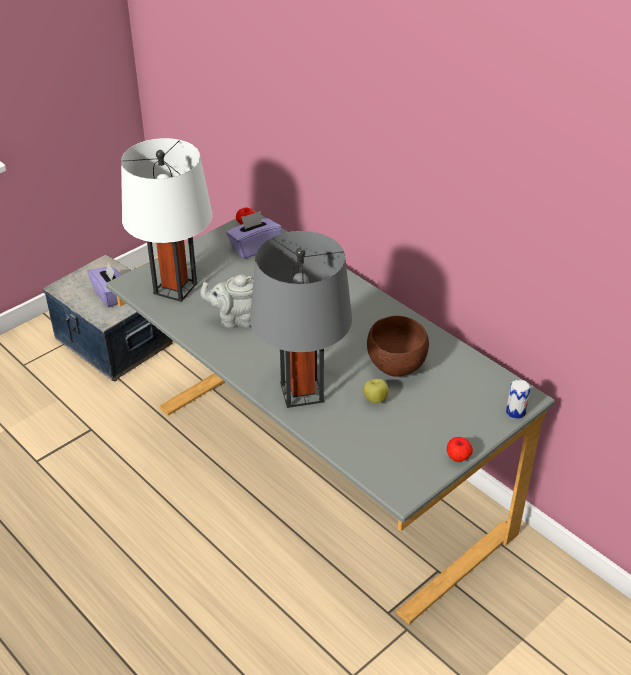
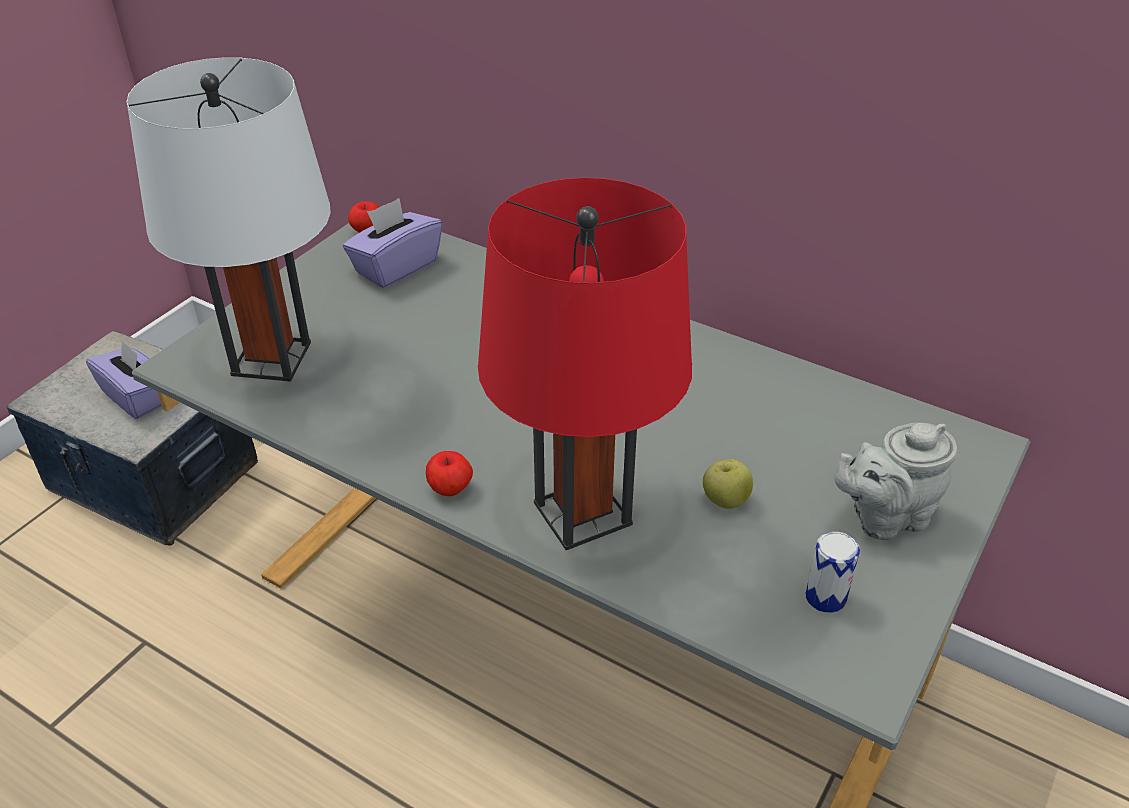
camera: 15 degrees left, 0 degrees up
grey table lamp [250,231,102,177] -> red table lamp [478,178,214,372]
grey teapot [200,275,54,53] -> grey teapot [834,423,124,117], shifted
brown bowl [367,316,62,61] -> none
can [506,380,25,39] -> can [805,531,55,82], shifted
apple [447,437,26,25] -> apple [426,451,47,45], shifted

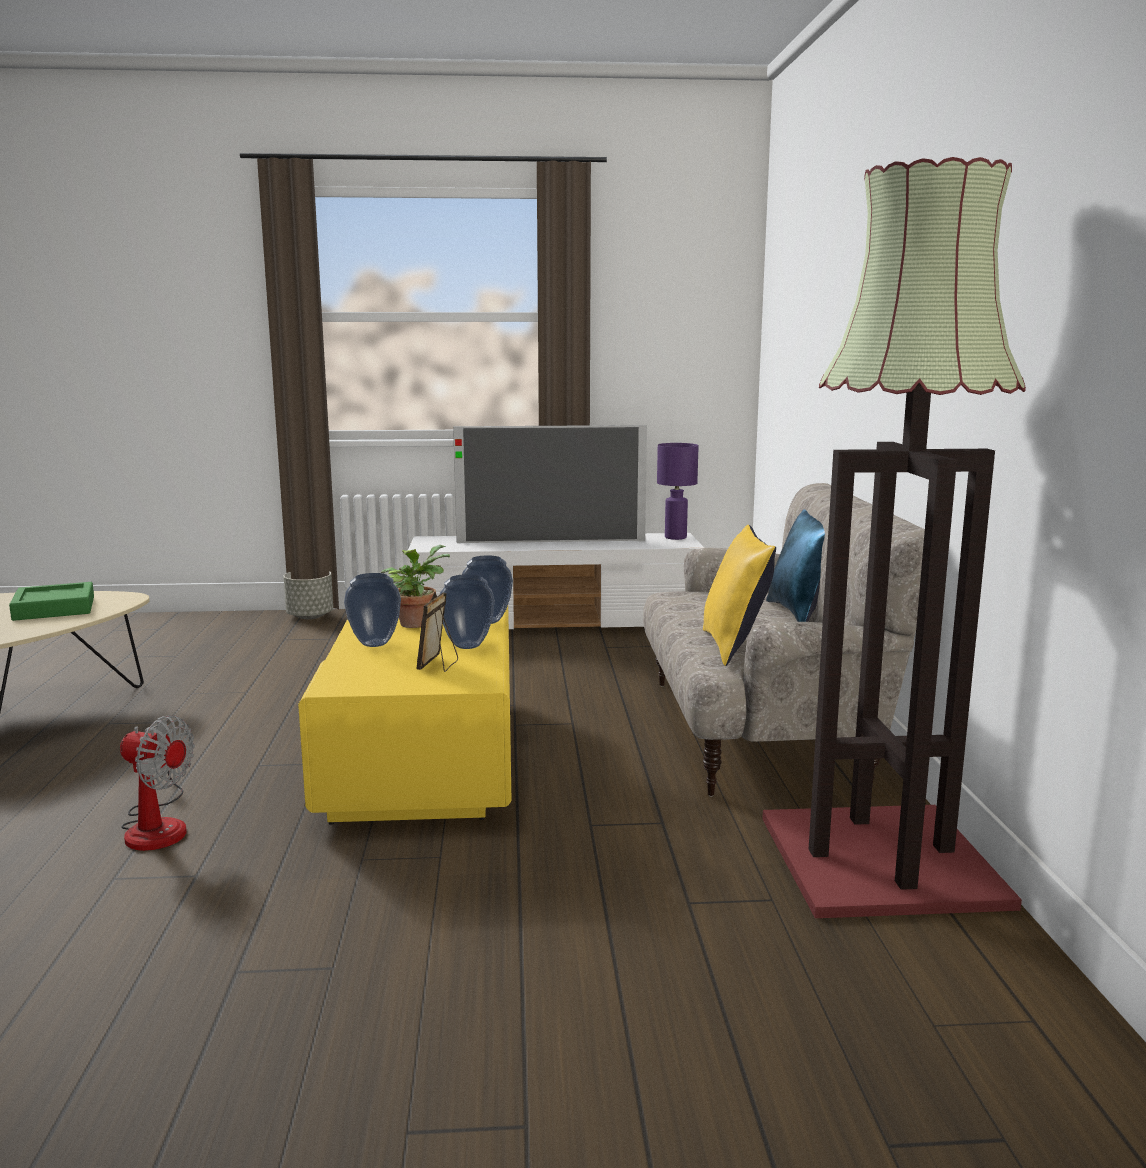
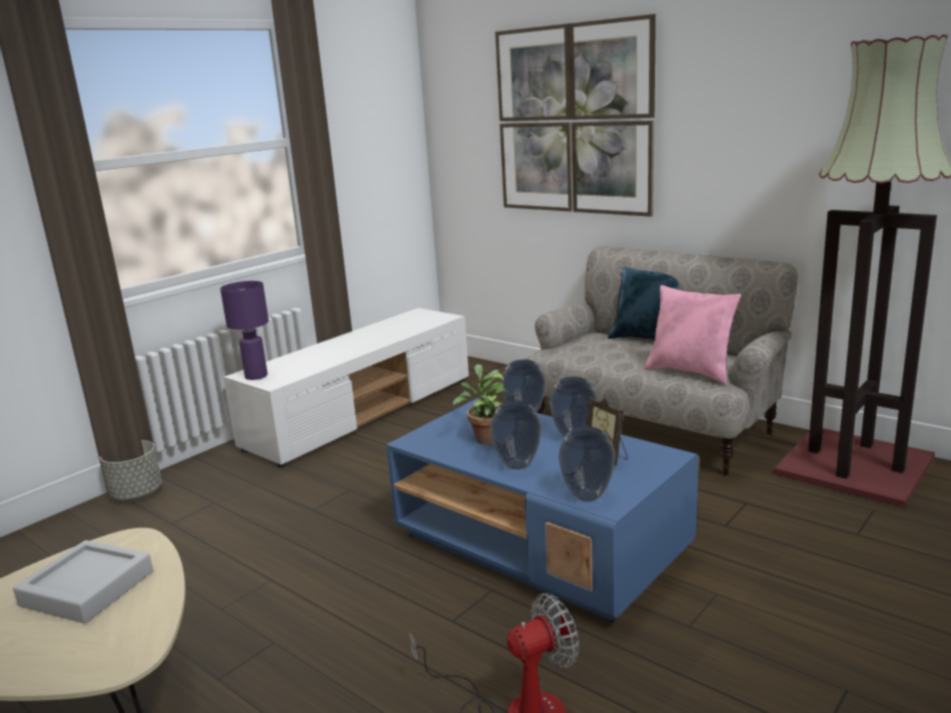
camera: 45 degrees left, 5 degrees up
television [453,425,194,118] -> none
purple table lamp [657,443,42,97] -> purple table lamp [220,281,49,99], shifted
yellow pillow [703,525,73,141] -> pink pillow [644,285,97,99]
green tray [9,582,85,39] -> grey tray [13,540,140,83]
yellow coffee table [298,606,214,219] -> blue coffee table [386,398,313,224]
none -> picture [495,14,161,203]
none -> vase [558,426,57,75]

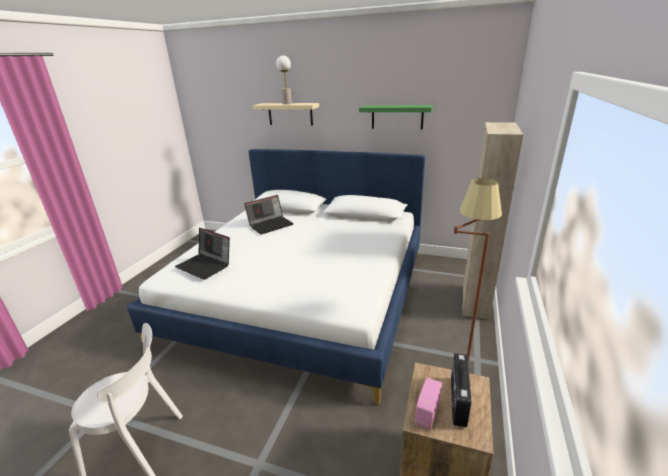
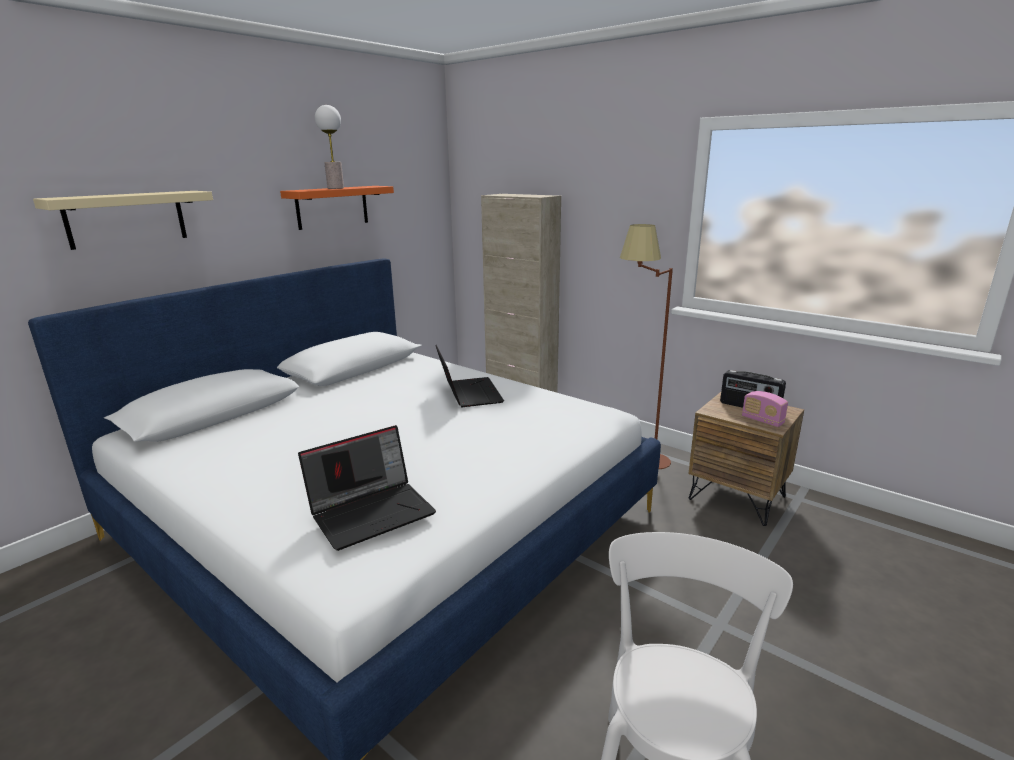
camera: 70 degrees left, 5 degrees down
table lamp [276,56,16,48] -> table lamp [315,105,29,84], shifted
green shelf [359,105,74,25] -> orange shelf [280,186,114,44]
laptop [244,195,50,39] -> laptop [435,345,69,62], shifted

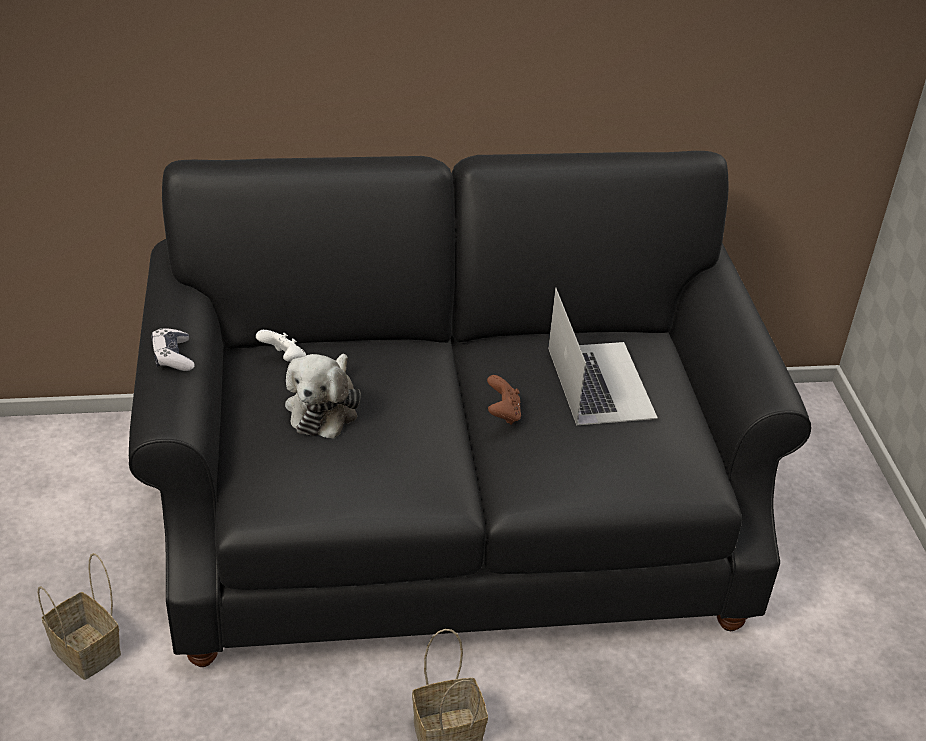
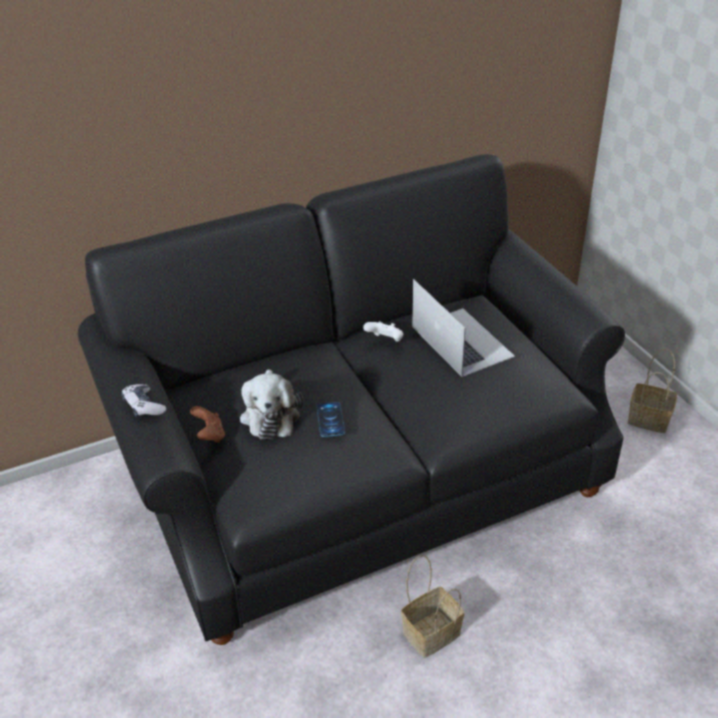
camera: 15 degrees left, 0 degrees up
white game controller [256,330,50,32] -> white game controller [363,321,40,21], shifted
brown game controller [487,375,34,50] -> brown game controller [190,406,35,37], shifted
basket [38,553,83,127] -> basket [628,349,49,84], shifted
none -> phone [317,402,28,35]

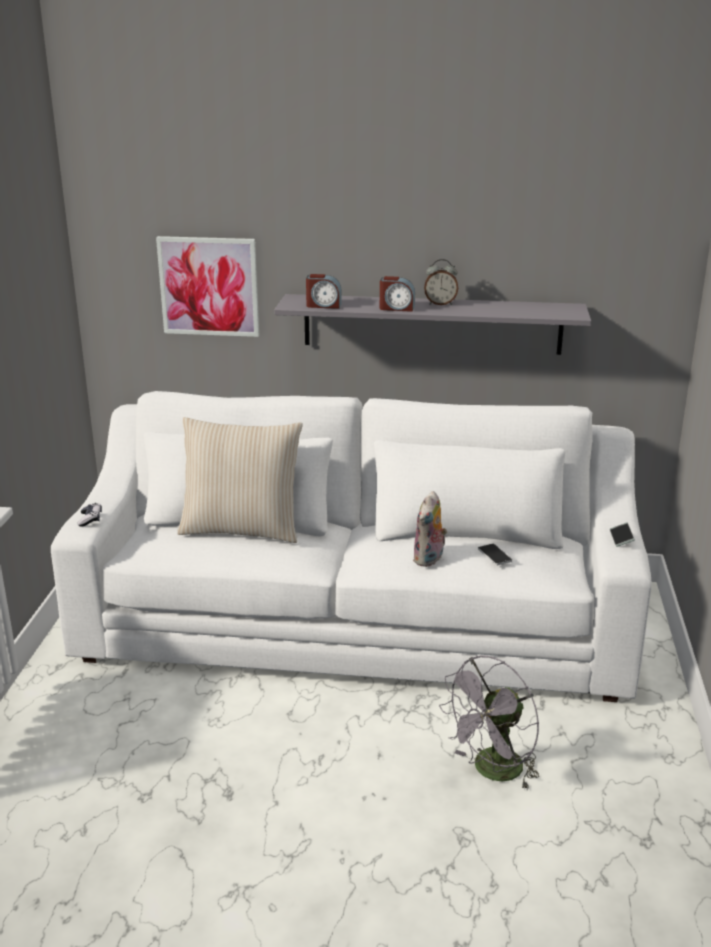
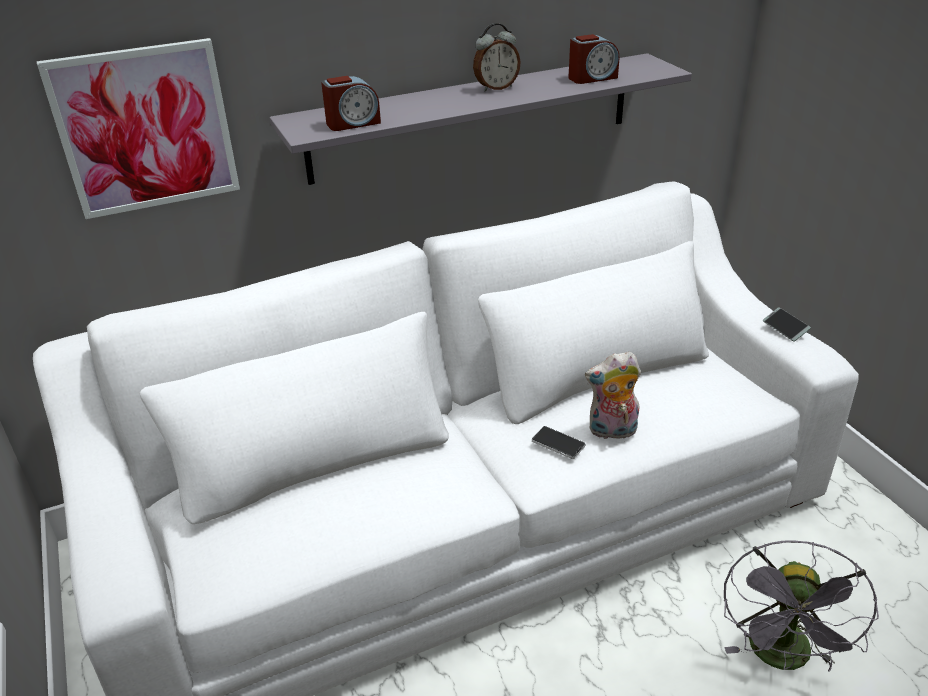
camera: 30 degrees left, 10 degrees up
alarm clock [380,276,35,36] -> alarm clock [568,34,51,50], shifted
beige pillow [177,417,126,126] -> none
plush toy [413,491,34,76] -> plush toy [585,351,56,88], 90 degrees clockwise
game controller [77,503,25,24] -> none
phone [478,544,34,22] -> phone [532,426,53,33], shifted

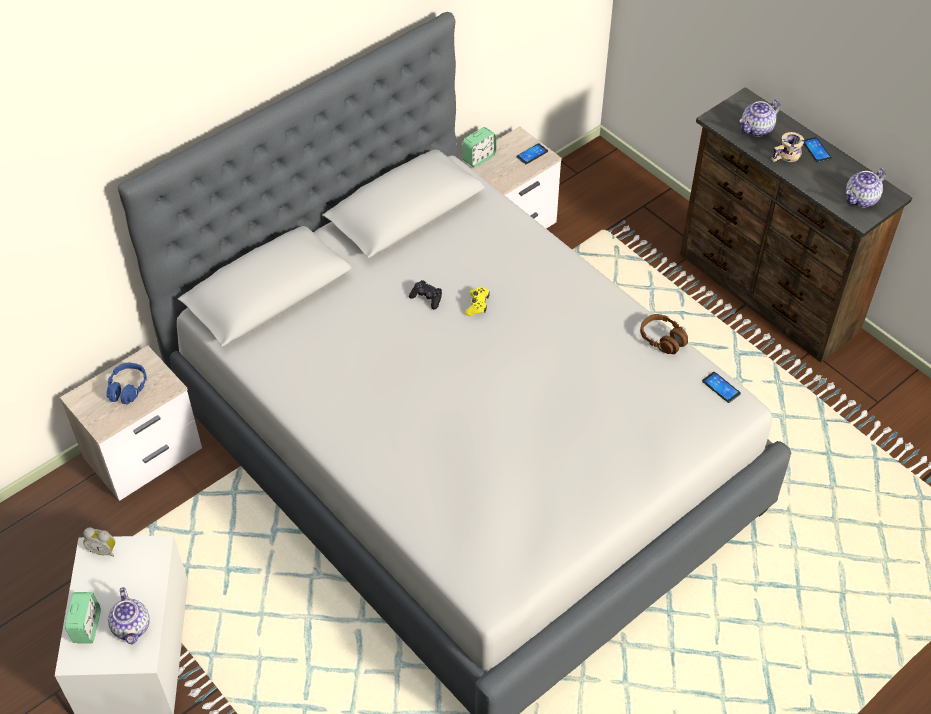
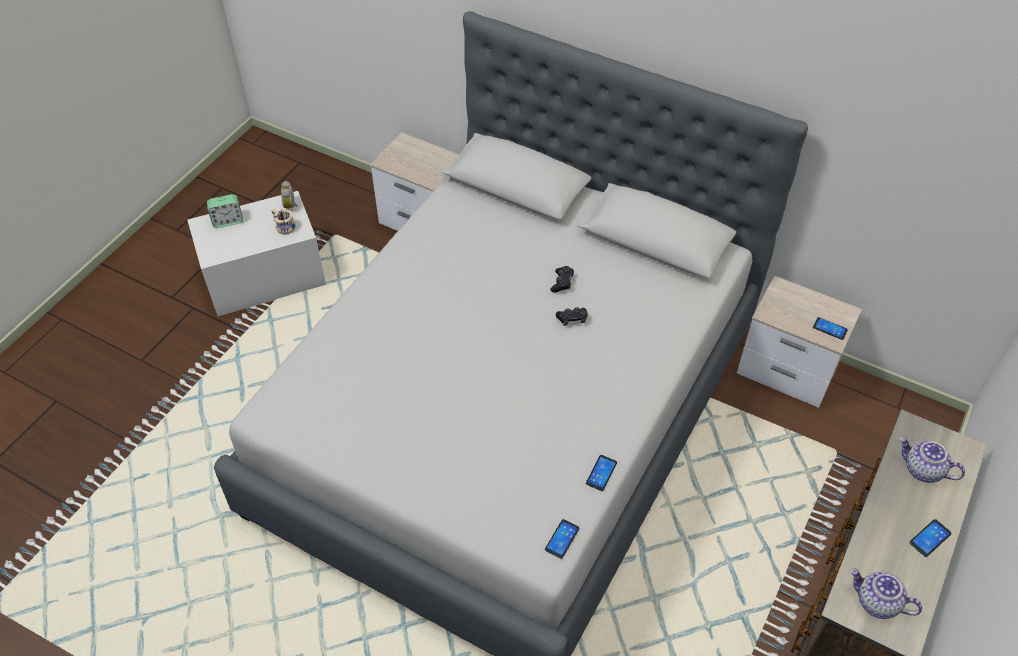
camera: 70 degrees right, 0 degrees up
alarm clock [462,127,34,41] -> none
beige mug [771,132,33,30] -> beige mug [271,209,24,26], shifted
yellow game controller [465,287,25,29] -> black game controller [556,307,32,19]
brown headphones [640,314,48,40] -> phone [586,455,31,36]
blue headphones [106,363,41,41] -> none
teapot [108,587,42,58] -> none

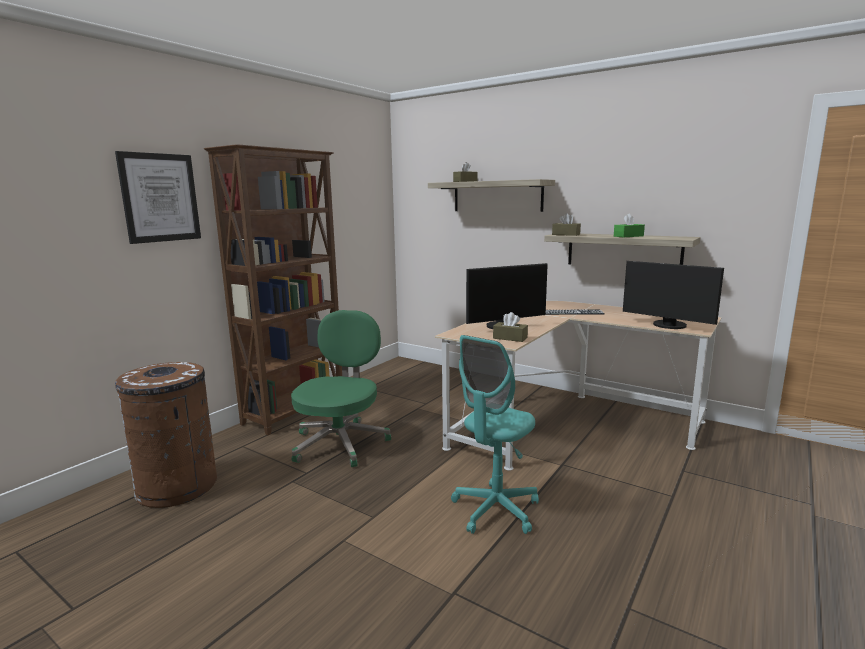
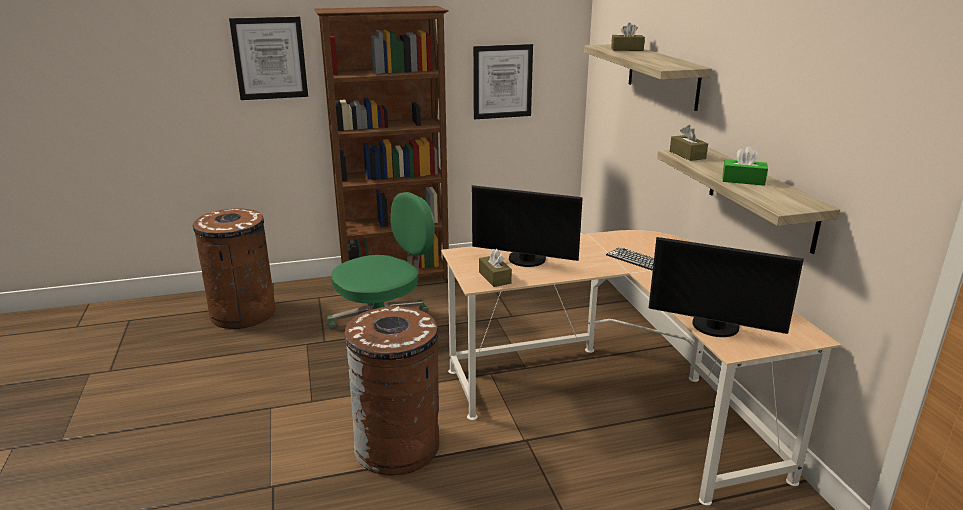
camera: 40 degrees right, 10 degrees up
monitor [623,261,101,68] -> monitor [649,237,155,100], 60 degrees counterclockwise
turquoise office chair [451,335,88,199] -> brown trash can [344,306,95,170]
none -> picture [473,44,60,75]

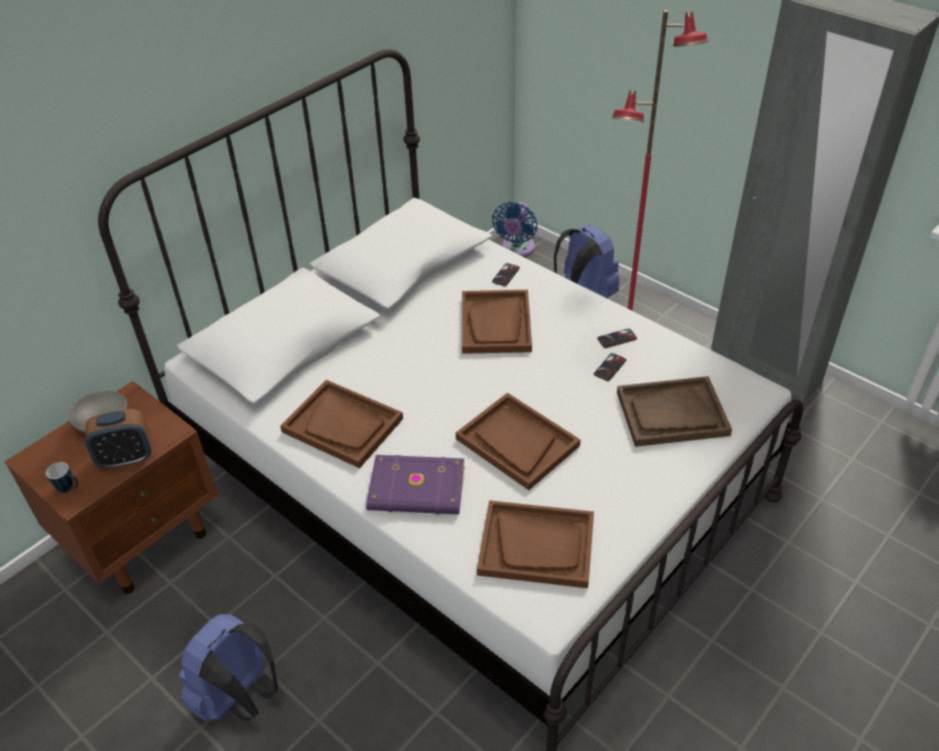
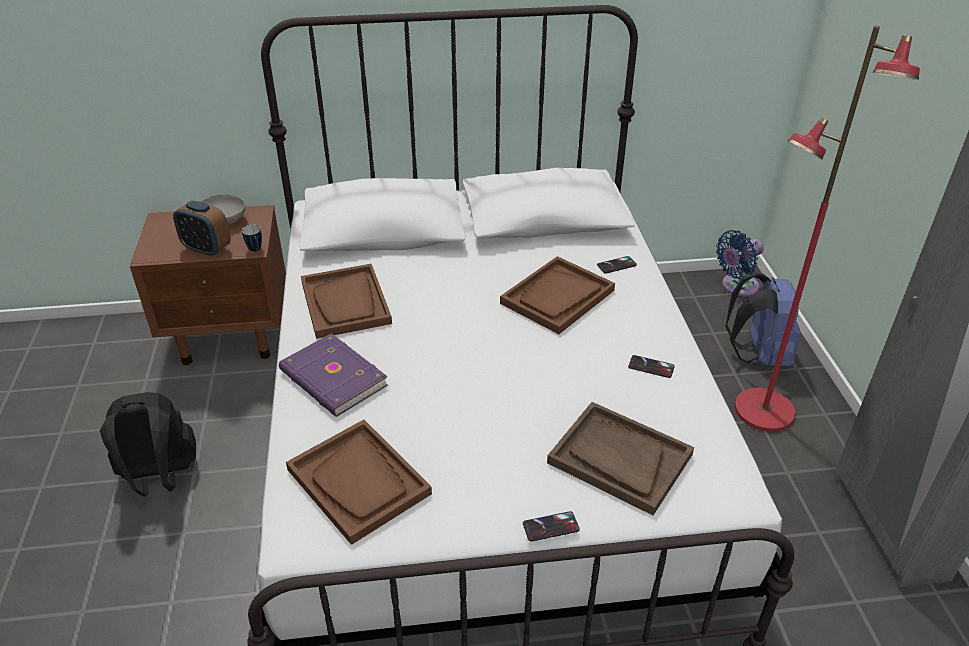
camera: 40 degrees right, 5 degrees down
phone [594,353,32,28] -> phone [523,511,57,31], shifted
brown tray [456,393,124,97] -> none
mug [46,462,32,31] -> mug [242,225,20,27], shifted
blue backpack [179,614,99,108] -> black backpack [100,392,96,105]

